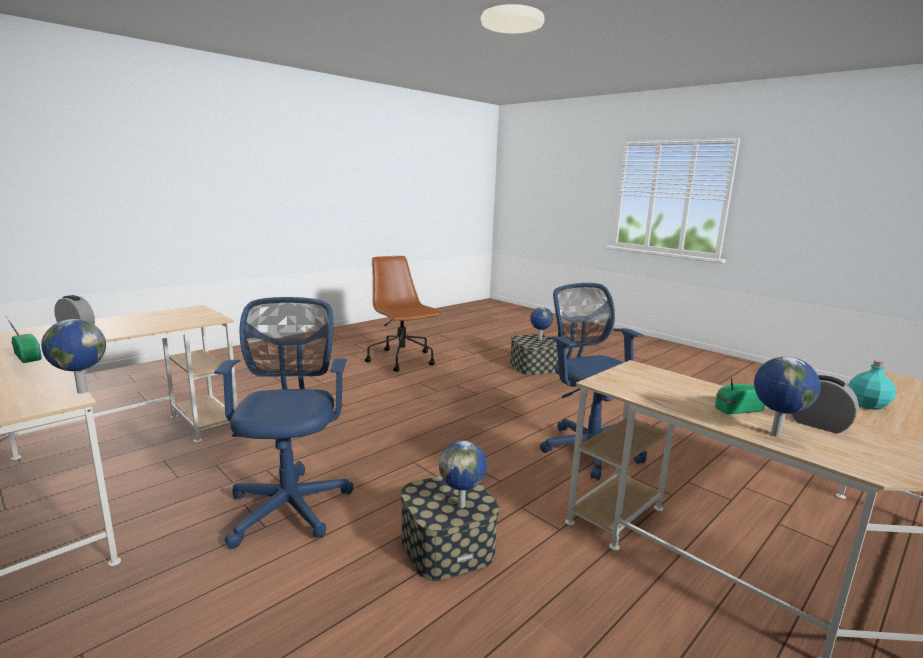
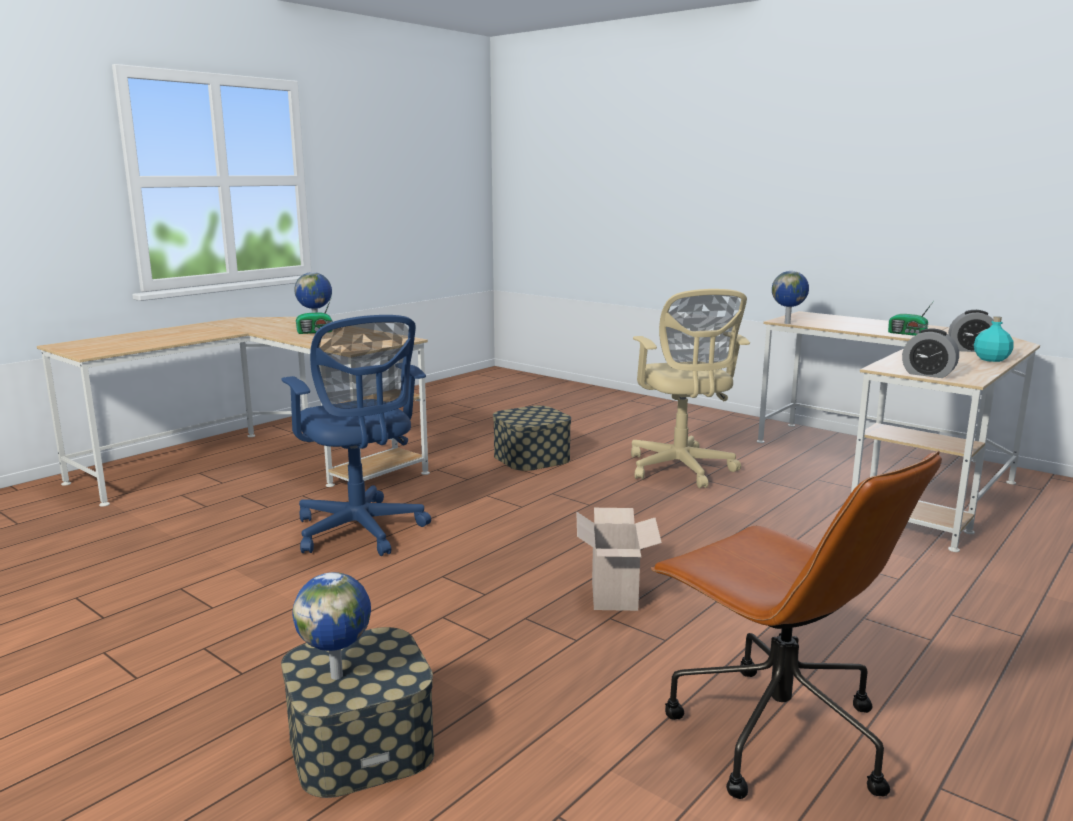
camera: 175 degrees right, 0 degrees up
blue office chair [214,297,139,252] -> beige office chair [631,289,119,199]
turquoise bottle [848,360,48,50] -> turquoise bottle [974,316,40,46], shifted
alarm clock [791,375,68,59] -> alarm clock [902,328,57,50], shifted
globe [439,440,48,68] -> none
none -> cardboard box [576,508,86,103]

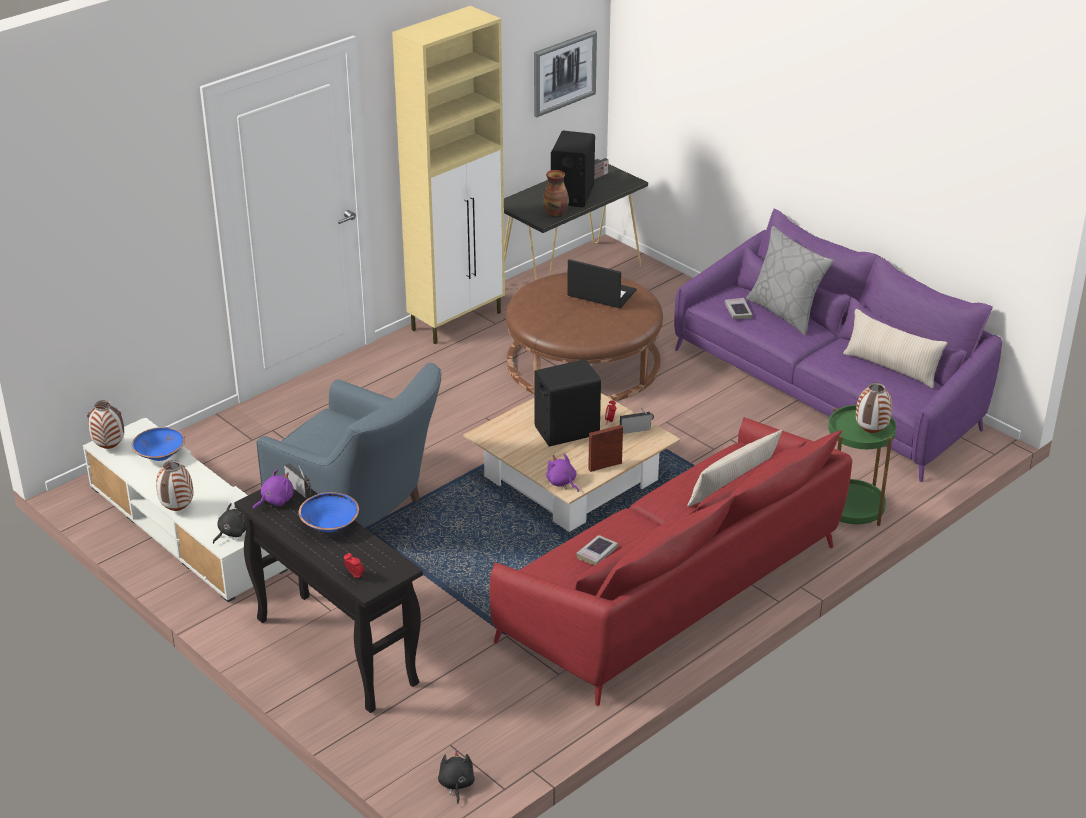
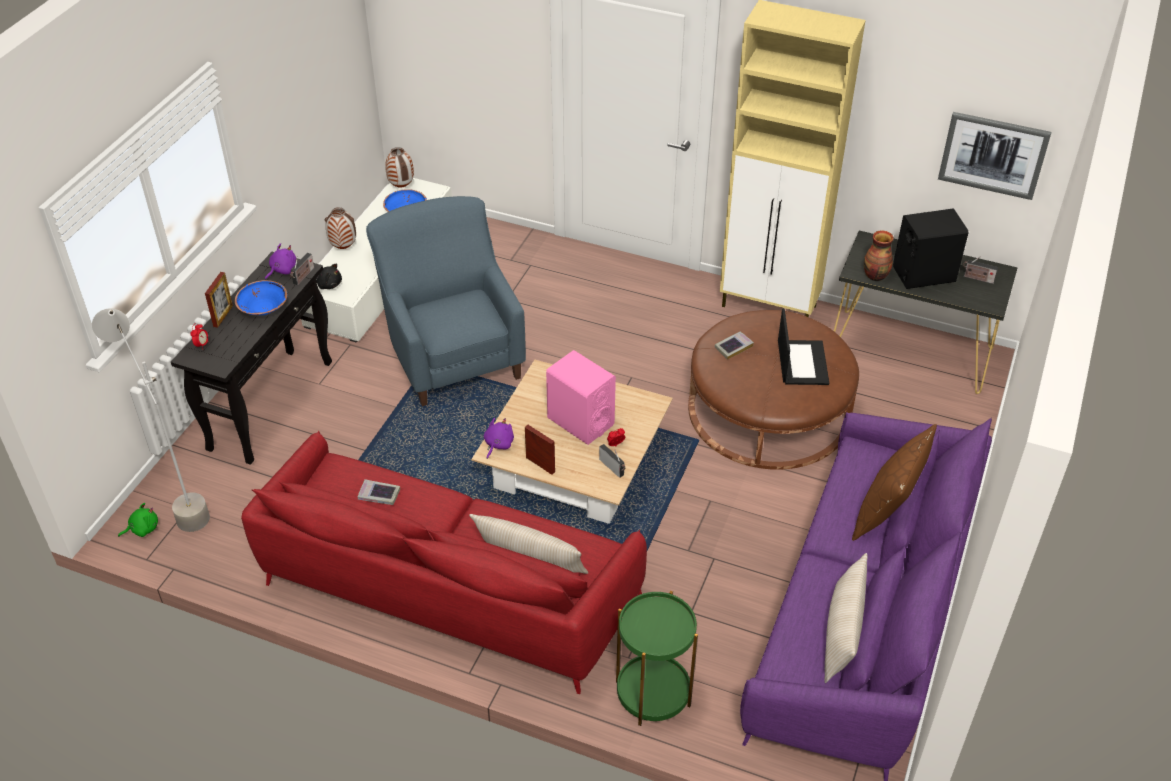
camera: 65 degrees right, 10 degrees up
grey pillow [746,226,88,109] -> brown pillow [852,424,85,117]
book [725,298,27,21] -> book [715,332,39,28], shifted
black speaker [534,359,67,88] -> pink speaker [546,350,70,95]
blue armchair [256,363,185,164] -> blue armchair [366,196,160,210], 150 degrees clockwise
vase [856,383,36,50] -> none
purple plush toy [253,469,41,41] -> purple plush toy [265,243,32,37], 75 degrees counterclockwise
black plush toy [438,750,37,54] -> green plush toy [118,503,40,34]
none -> picture frame [205,272,28,56]
none -> grey floor lamp [92,308,118,224]

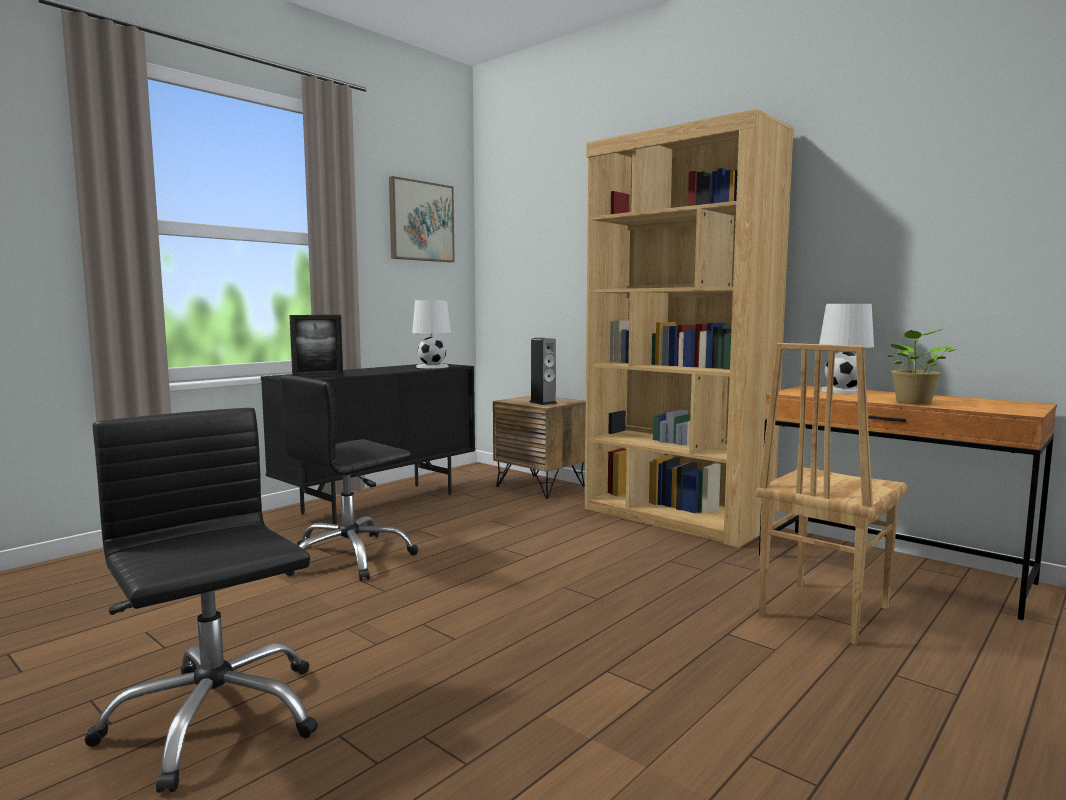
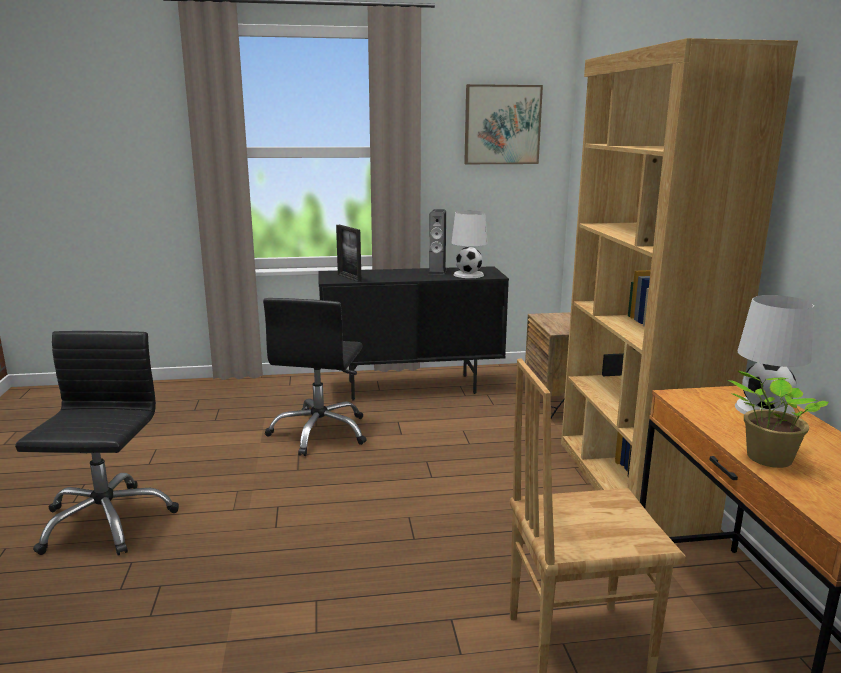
camera: 40 degrees right, 10 degrees up
picture frame [289,315,54,62] -> picture frame [336,225,26,57], 45 degrees clockwise
speaker [530,338,27,67] -> speaker [428,209,19,66], shifted
black office chair [280,375,138,206] -> black office chair [263,298,104,158], 75 degrees counterclockwise

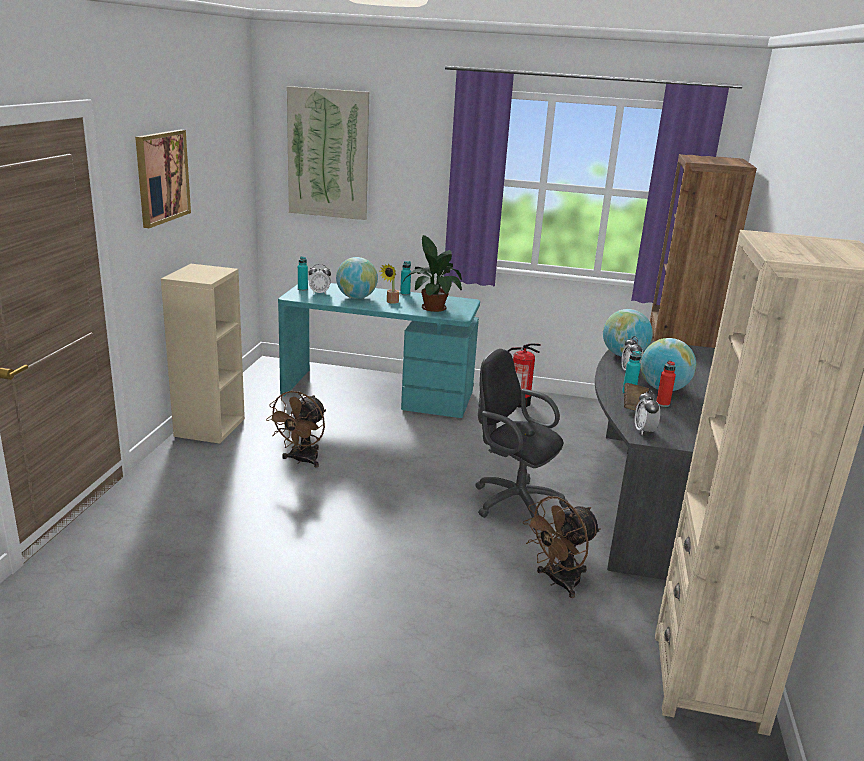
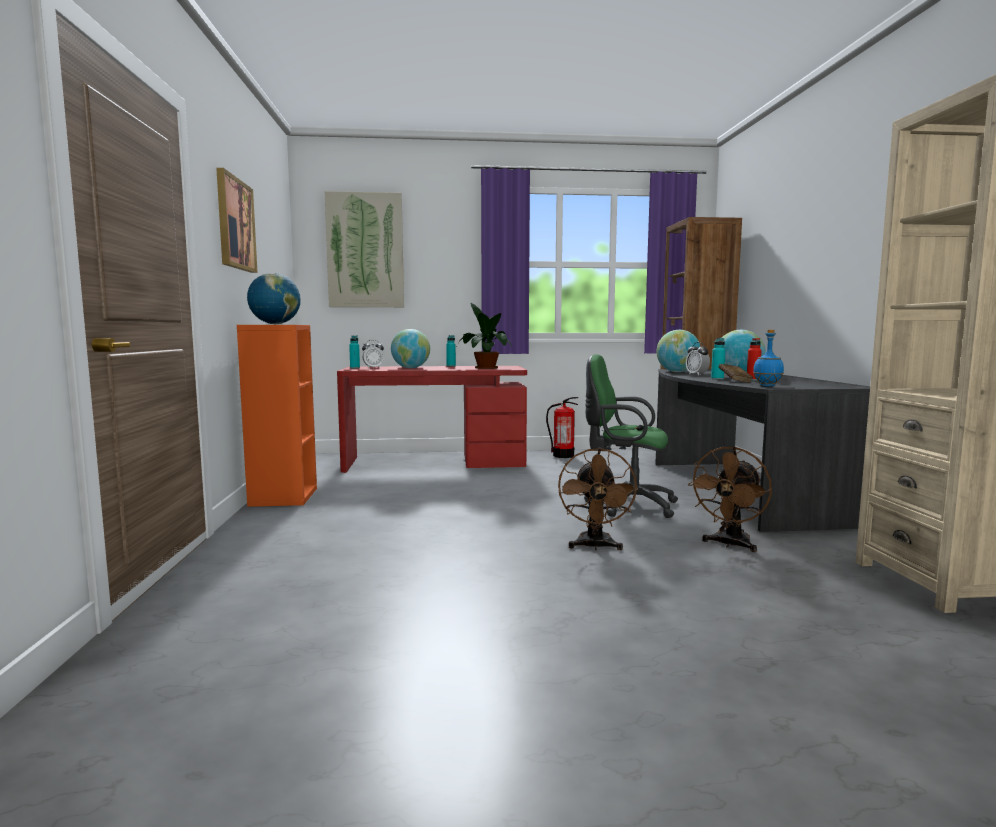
camera: 15 degrees left, 15 degrees down
beige bookcase [161,264,84,180] -> orange bookcase [237,325,80,182]
potted plant [380,264,19,40] -> none
turquoise desk [278,281,202,137] -> red desk [337,366,190,107]
black office chair [475,349,93,181] -> green office chair [584,354,94,164]
alarm clock [635,390,25,45] -> blue bottle [753,330,31,57]
brown fan [266,391,60,77] -> brown fan [558,448,80,102], shifted
none -> globe [247,273,54,51]

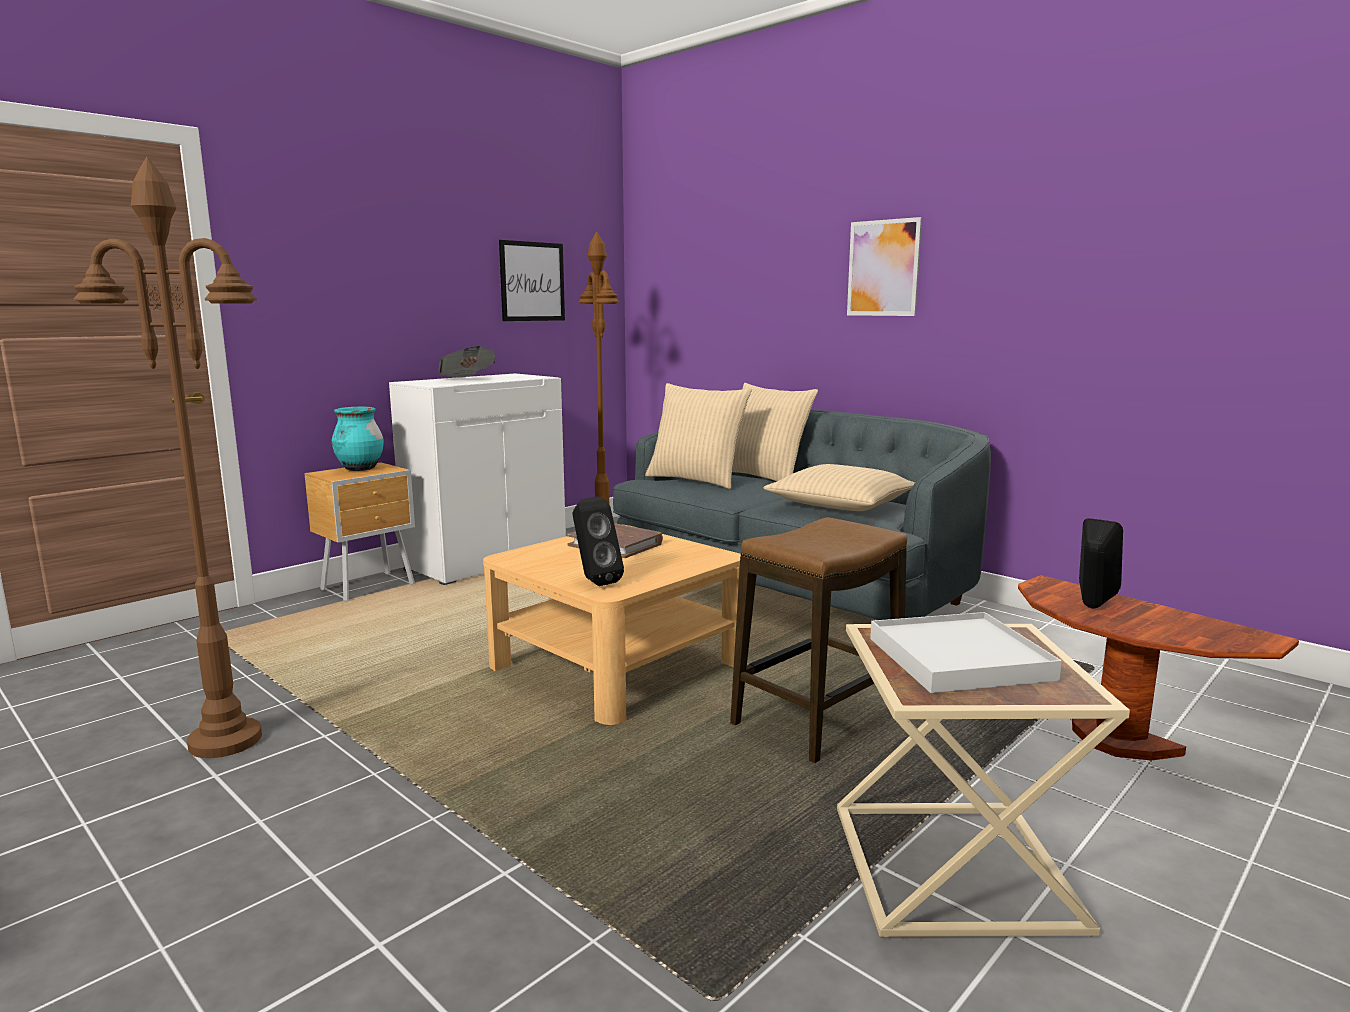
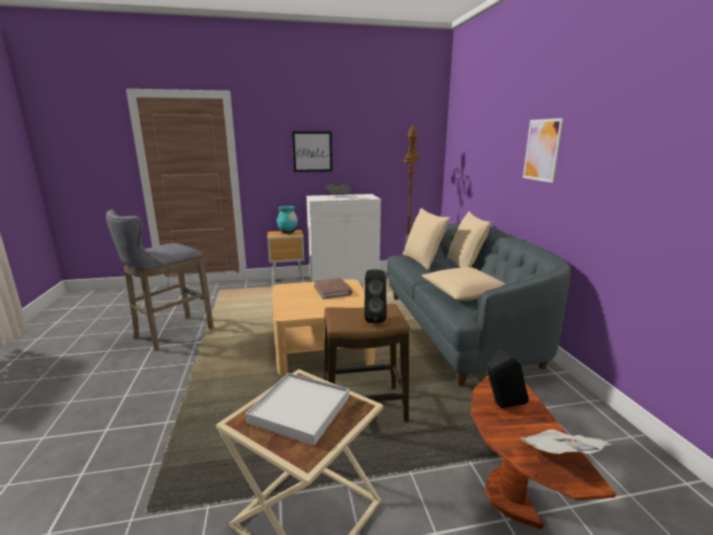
camera: 35 degrees right, 5 degrees up
brown floor lamp [74,157,188,601] -> grey stool [106,210,108,141]
picture [499,240,66,81] -> picture [292,131,40,41], shifted
black speaker [572,497,52,89] -> black speaker [364,269,23,54], shifted
none -> newspaper [520,429,92,25]

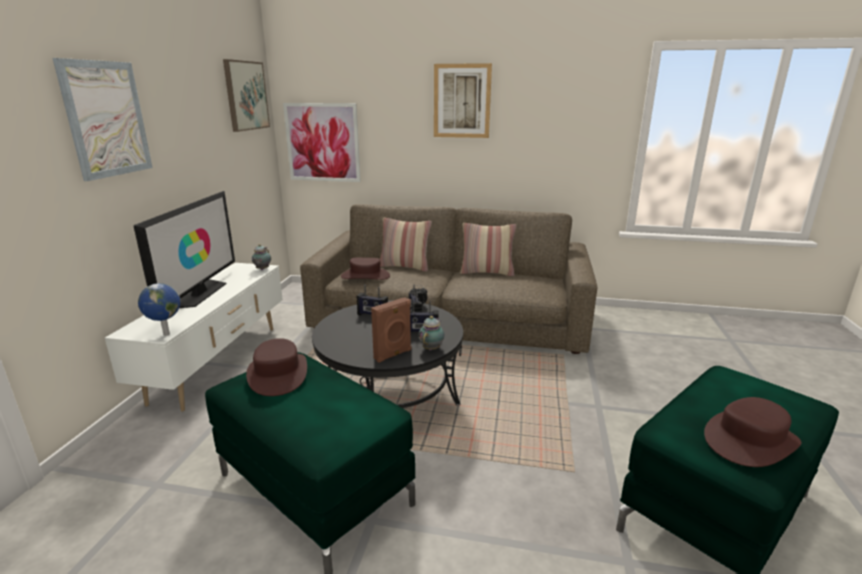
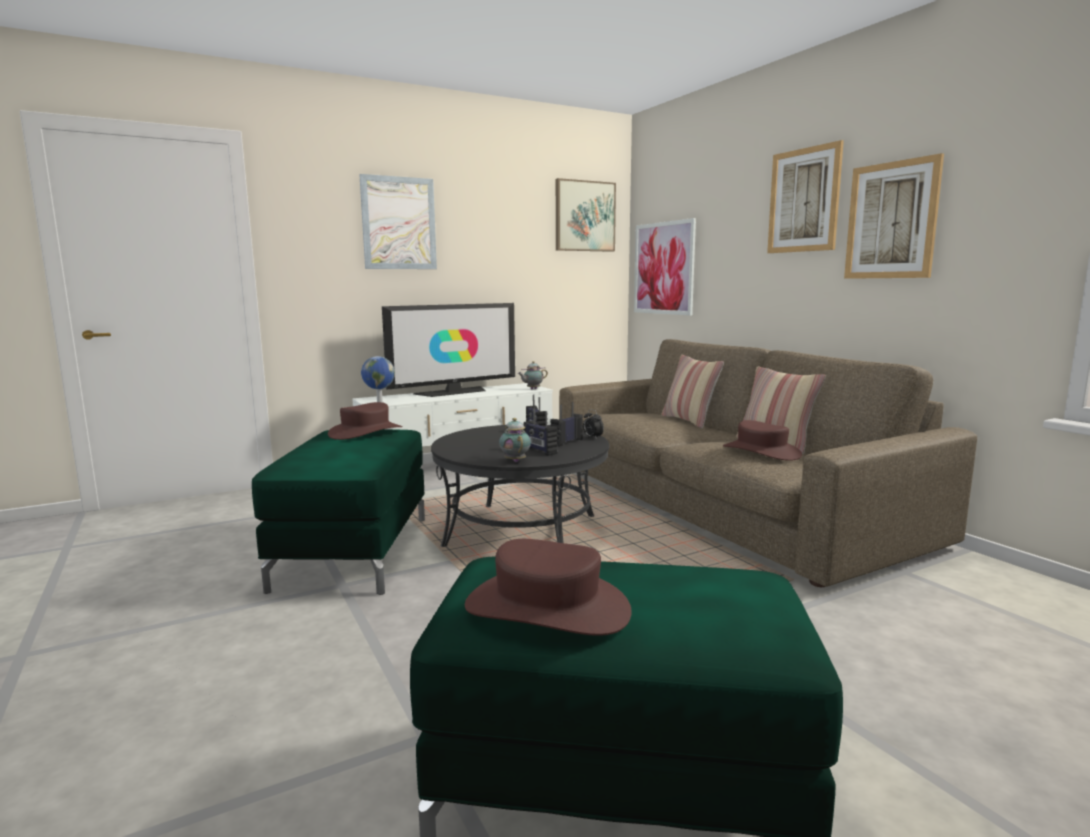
camera: 50 degrees right, 10 degrees down
brown hat [341,257,49,23] -> brown hat [723,420,79,41], shifted
brown speaker [371,297,41,66] -> none
teapot [418,316,27,35] -> teapot [499,418,32,44], 90 degrees counterclockwise
none -> picture [844,153,100,126]

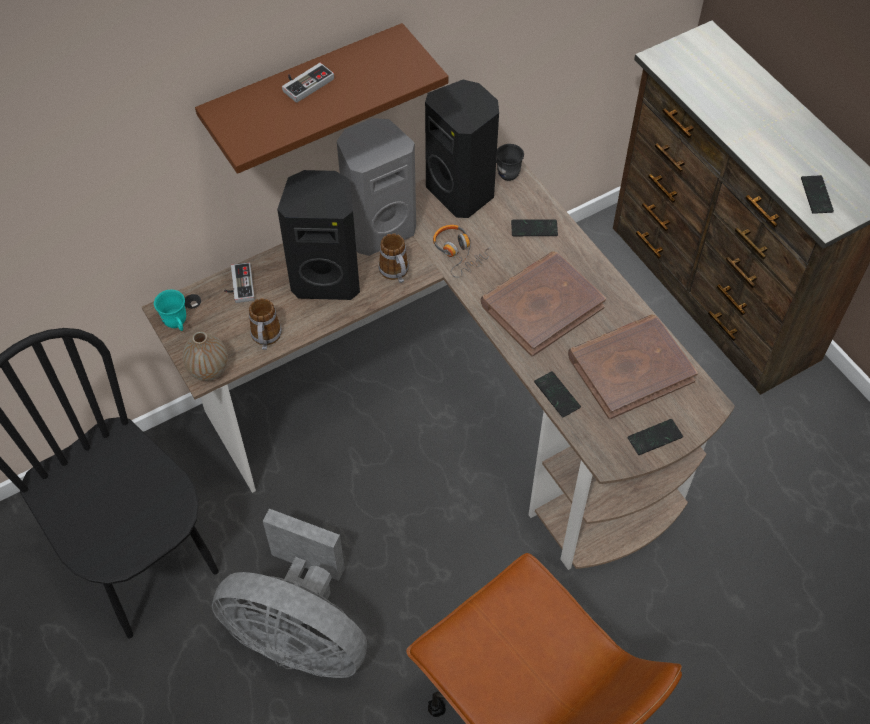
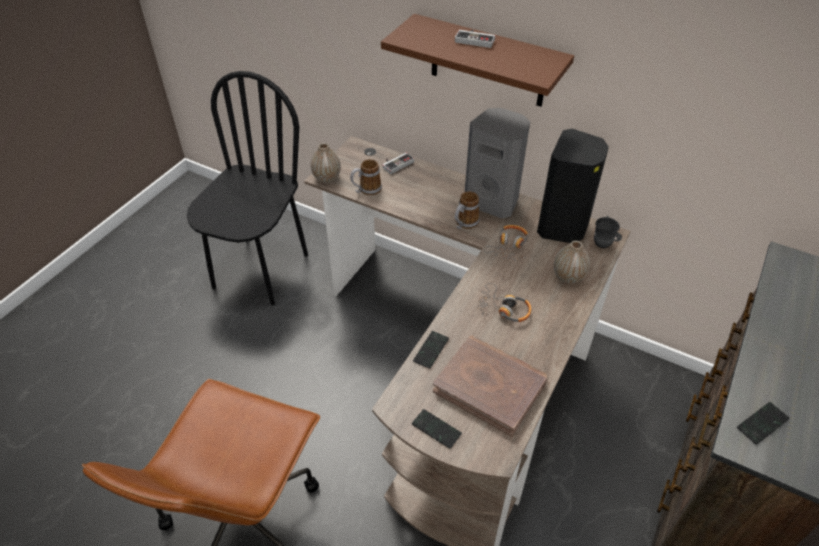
camera: 60 degrees right, 10 degrees down
black speaker [277,170,83,130] -> none
phone [511,220,47,17] -> vase [554,241,36,43]
brown book [481,252,125,105] -> headphones [477,283,54,39]
turquoise mug [154,289,32,42] -> none
grey fan [212,509,155,169] -> none

